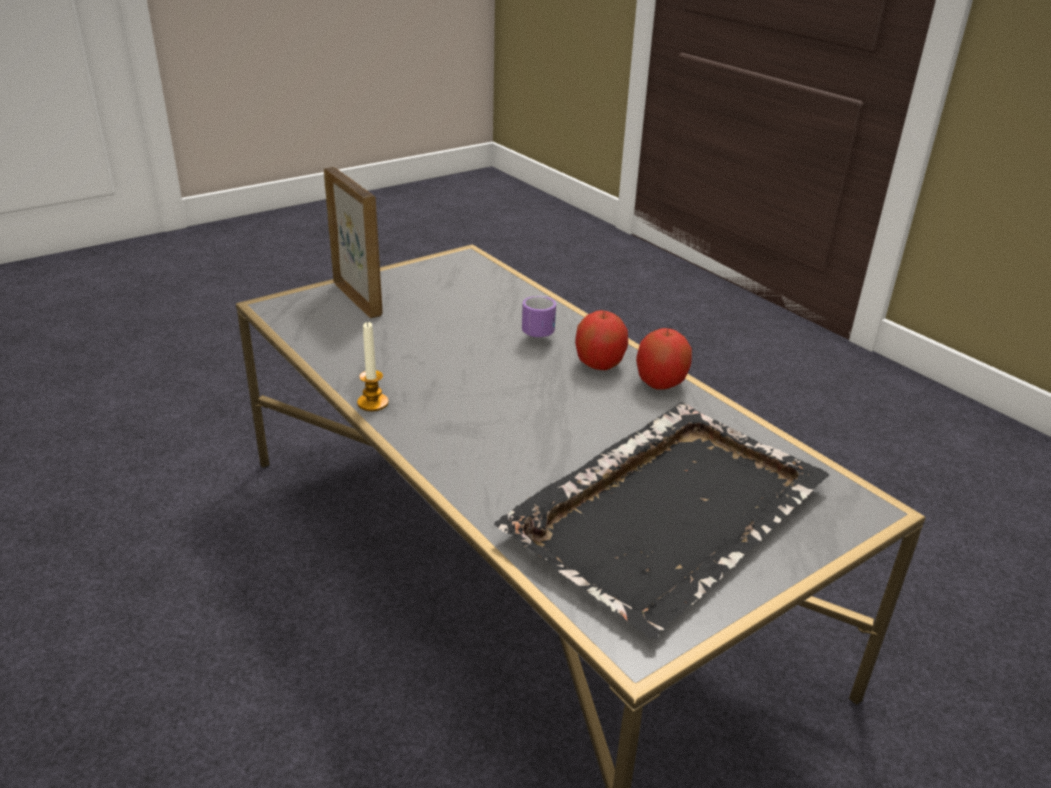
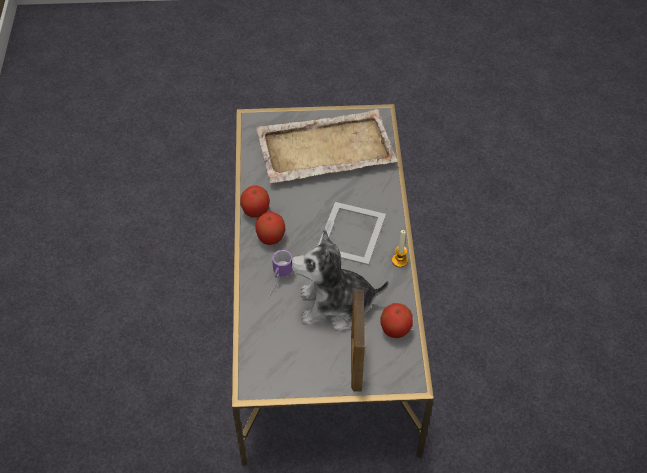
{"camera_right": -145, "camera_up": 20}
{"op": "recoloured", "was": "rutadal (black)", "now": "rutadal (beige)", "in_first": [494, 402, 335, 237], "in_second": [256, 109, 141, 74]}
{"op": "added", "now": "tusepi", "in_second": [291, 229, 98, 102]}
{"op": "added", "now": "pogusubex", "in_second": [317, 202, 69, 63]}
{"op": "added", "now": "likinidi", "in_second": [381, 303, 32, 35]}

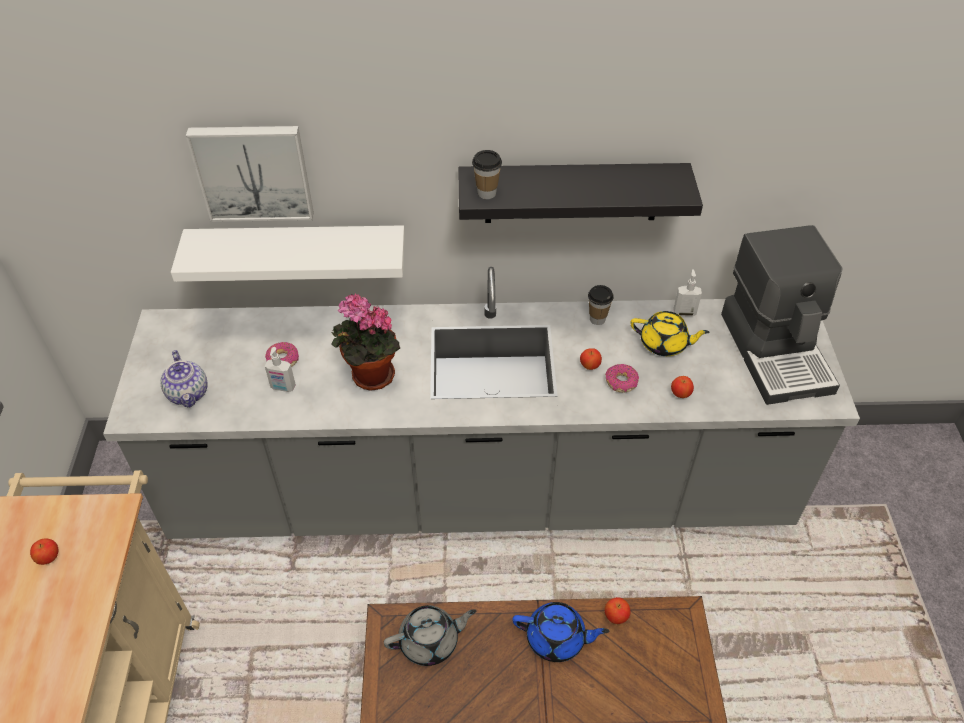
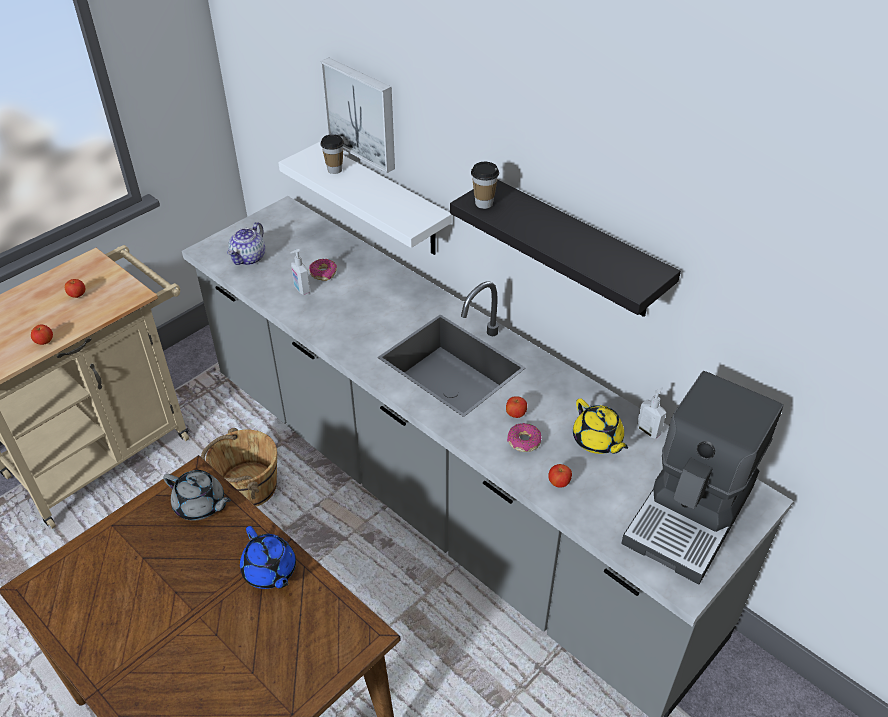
{"camera_right": 45, "camera_up": -5}
{"op": "moved", "was": "likinidi", "in_first": [605, 597, 26, 27], "in_second": [31, 325, 22, 20]}
{"op": "added", "now": "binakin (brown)", "in_second": [201, 428, 76, 79]}
{"op": "moved", "was": "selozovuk", "in_first": [588, 285, 26, 40], "in_second": [321, 134, 23, 40]}
{"op": "removed", "was": "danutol", "in_first": [332, 293, 68, 98]}

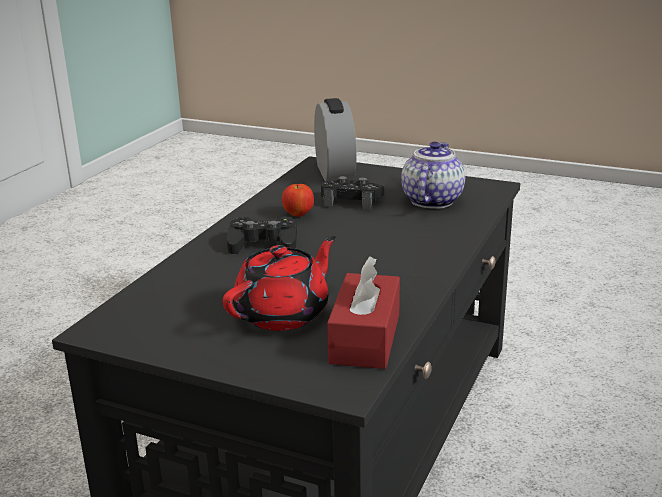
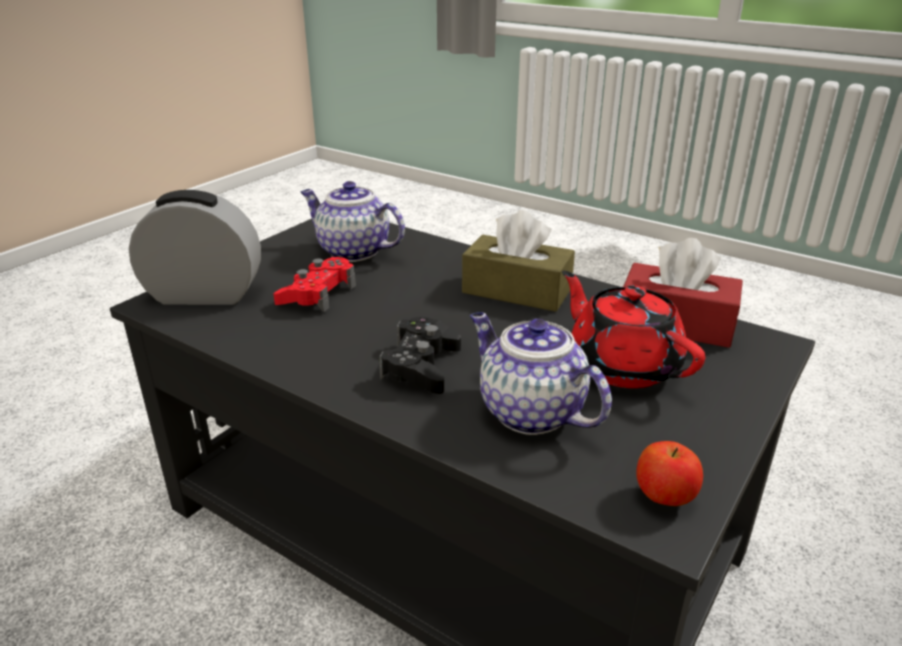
{"camera_right": -80, "camera_up": 5}
{"op": "recoloured", "was": "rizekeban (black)", "now": "rizekeban (red)", "in_first": [321, 176, 63, 34], "in_second": [273, 257, 83, 55]}
{"op": "added", "now": "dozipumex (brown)", "in_second": [462, 210, 113, 102]}
{"op": "added", "now": "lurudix", "in_second": [470, 312, 142, 123]}
{"op": "moved", "was": "likinidi", "in_first": [282, 184, 32, 33], "in_second": [636, 441, 67, 65]}

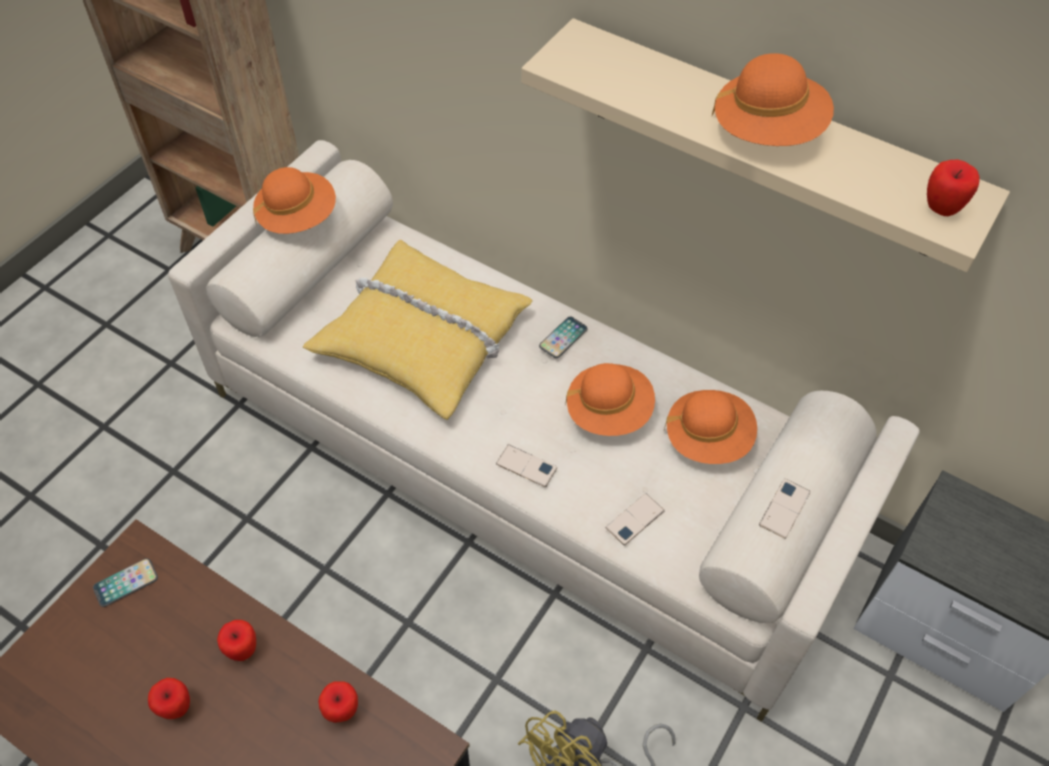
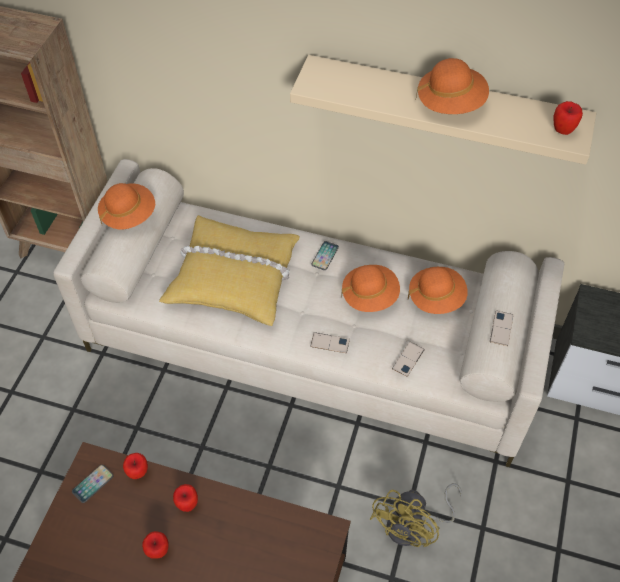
{"camera_right": -15, "camera_up": 0}
{"op": "moved", "was": "likinidi", "in_first": [318, 681, 40, 42], "in_second": [123, 453, 25, 26]}

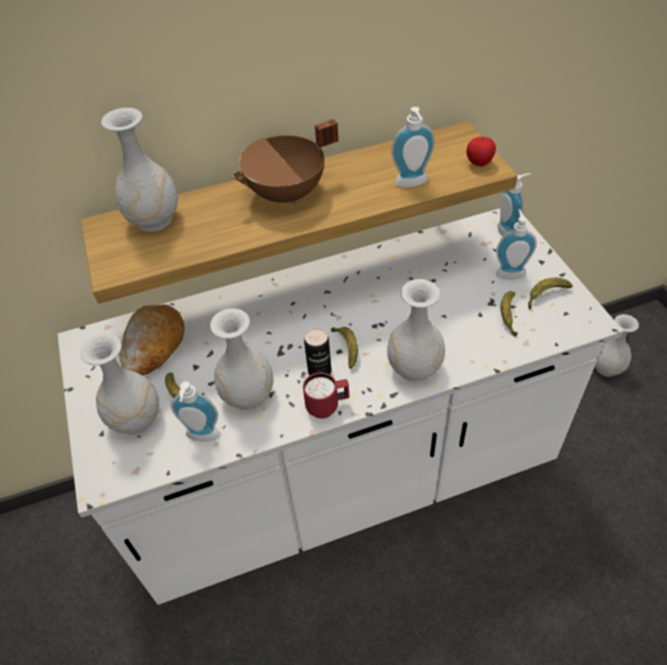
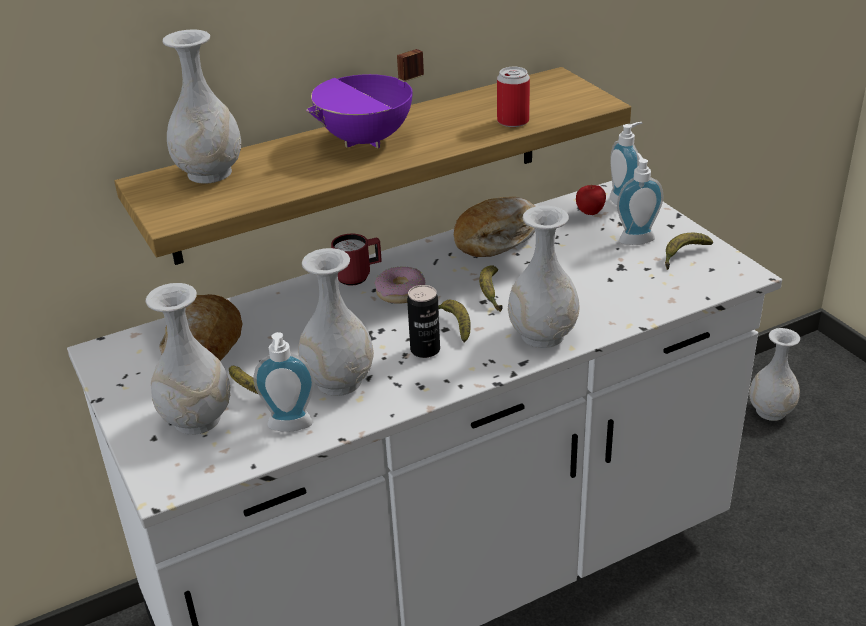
{"camera_right": -10, "camera_up": -15}
{"op": "recoloured", "was": "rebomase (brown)", "now": "rebomase (purple)", "in_first": [231, 119, 107, 86], "in_second": [306, 49, 118, 99]}
{"op": "moved", "was": "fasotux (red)", "in_first": [303, 372, 46, 46], "in_second": [331, 234, 51, 52]}
{"op": "added", "now": "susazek", "in_second": [375, 267, 50, 37]}
{"op": "added", "now": "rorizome", "in_second": [454, 197, 83, 60]}
{"op": "moved", "was": "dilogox", "in_first": [500, 291, 18, 46], "in_second": [479, 265, 23, 47]}
{"op": "replaced", "was": "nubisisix", "now": "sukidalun", "in_first": [391, 107, 44, 81], "in_second": [497, 67, 33, 60]}
{"op": "moved", "was": "likinidi", "in_first": [467, 137, 29, 29], "in_second": [576, 185, 30, 30]}

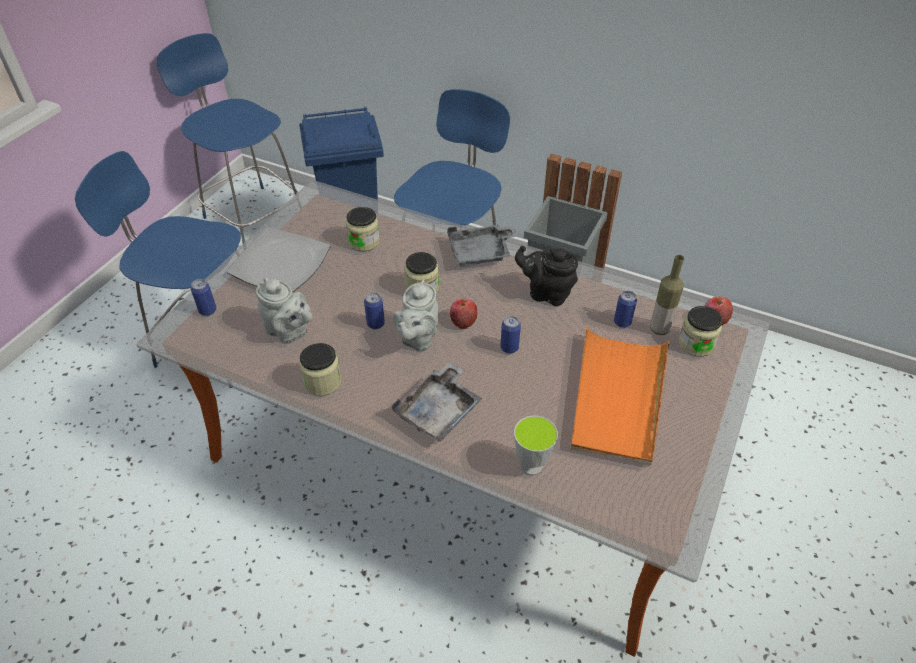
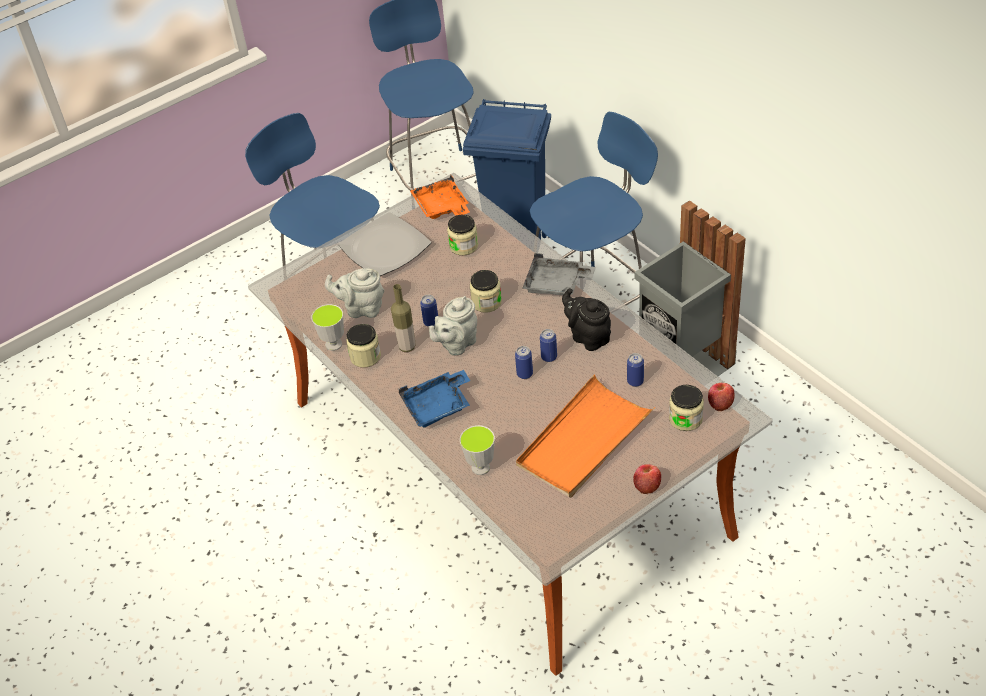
{"camera_right": 30, "camera_up": 0}
{"op": "added", "now": "selozovuk", "in_second": [311, 304, 33, 47]}
{"op": "turned", "was": "lurudix (grey)", "in_first": [256, 278, 56, 65], "in_second": [325, 268, 59, 50], "clockwise": 120}
{"op": "moved", "was": "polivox", "in_first": [650, 255, 34, 80], "in_second": [391, 284, 25, 68]}
{"op": "recoloured", "was": "rutadal (grey)", "now": "rutadal (blue)", "in_first": [392, 362, 90, 80], "in_second": [399, 370, 72, 58]}
{"op": "added", "now": "rutadal (orange)", "in_second": [410, 174, 60, 45]}
{"op": "moved", "was": "sukidalun", "in_first": [191, 279, 25, 37], "in_second": [540, 329, 17, 33]}
{"op": "moved", "was": "likinidi", "in_first": [450, 299, 27, 30], "in_second": [633, 464, 28, 30]}

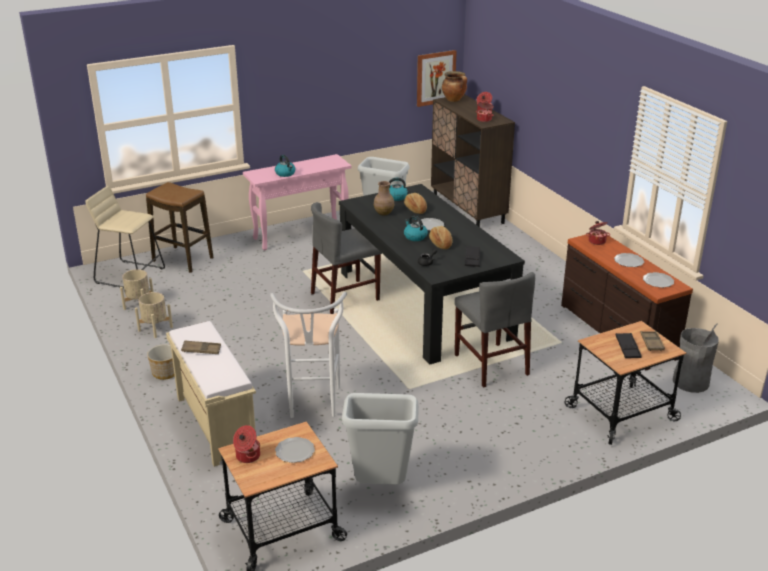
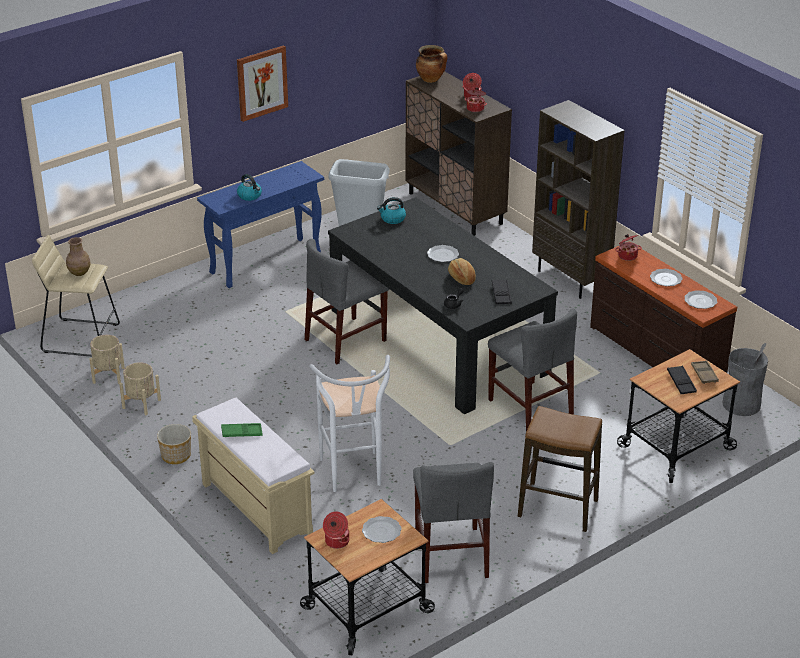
{"camera_right": -10, "camera_up": 5}
{"op": "moved", "was": "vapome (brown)", "in_first": [374, 181, 20, 35], "in_second": [66, 237, 25, 39]}
{"op": "recoloured", "was": "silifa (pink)", "now": "silifa (blue)", "in_first": [243, 154, 109, 97], "in_second": [197, 161, 127, 127]}
{"op": "recoloured", "was": "rutadal (brown)", "now": "rutadal (green)", "in_first": [181, 340, 40, 14], "in_second": [221, 423, 42, 14]}
{"op": "moved", "was": "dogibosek", "in_first": [417, 50, 40, 57], "in_second": [237, 45, 51, 77]}
{"op": "replaced", "was": "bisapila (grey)", "now": "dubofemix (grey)", "in_first": [342, 393, 77, 92], "in_second": [413, 462, 81, 121]}
{"op": "moved", "was": "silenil", "in_first": [146, 182, 68, 91], "in_second": [518, 406, 84, 126]}
{"op": "added", "now": "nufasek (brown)", "in_second": [532, 100, 93, 199]}
{"op": "removed", "was": "rorizome", "in_first": [404, 193, 23, 21]}
{"op": "removed", "was": "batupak", "in_first": [404, 216, 24, 25]}

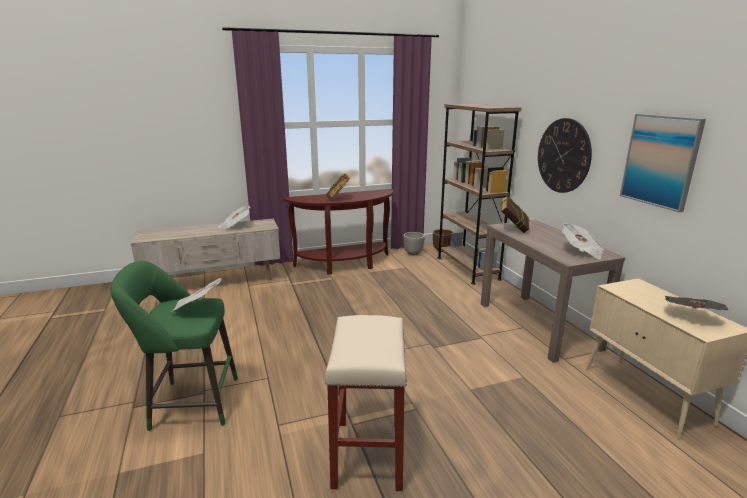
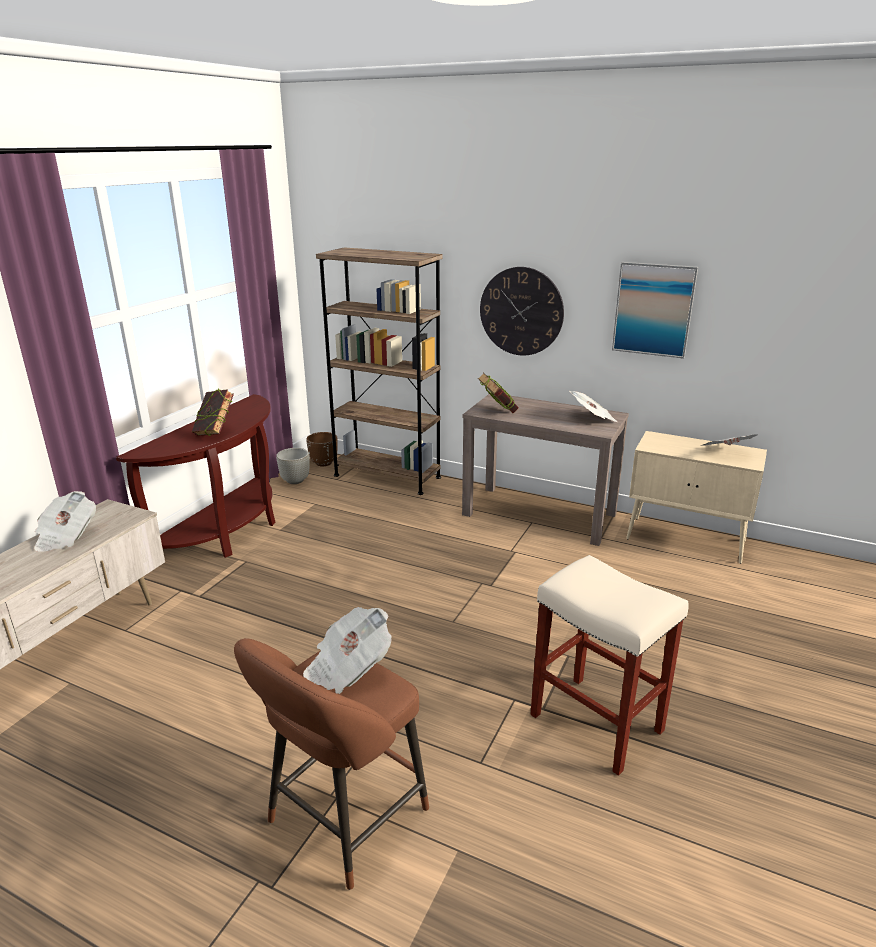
{"camera_right": -45, "camera_up": 5}
{"op": "recoloured", "was": "silenil (green)", "now": "silenil (brown)", "in_first": [111, 261, 127, 170], "in_second": [234, 638, 195, 252]}

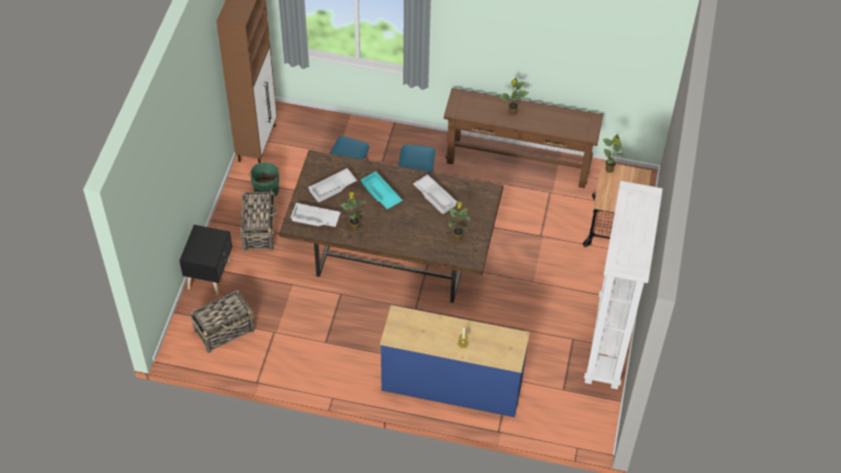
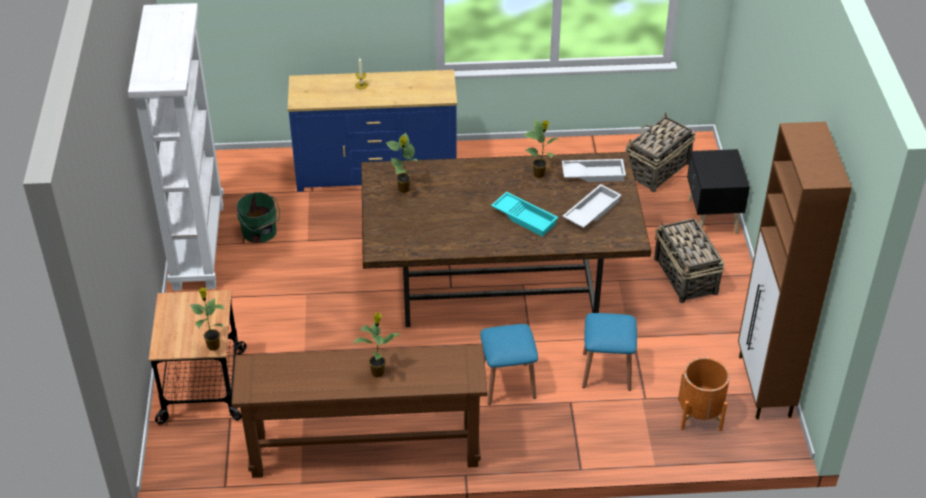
{"camera_right": 165, "camera_up": -10}
{"op": "moved", "was": "binakin (green)", "in_first": [249, 162, 31, 34], "in_second": [237, 192, 43, 51]}
{"op": "added", "now": "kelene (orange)", "in_second": [678, 357, 52, 74]}
{"op": "removed", "was": "rutadal (white)", "in_first": [413, 174, 44, 40]}

